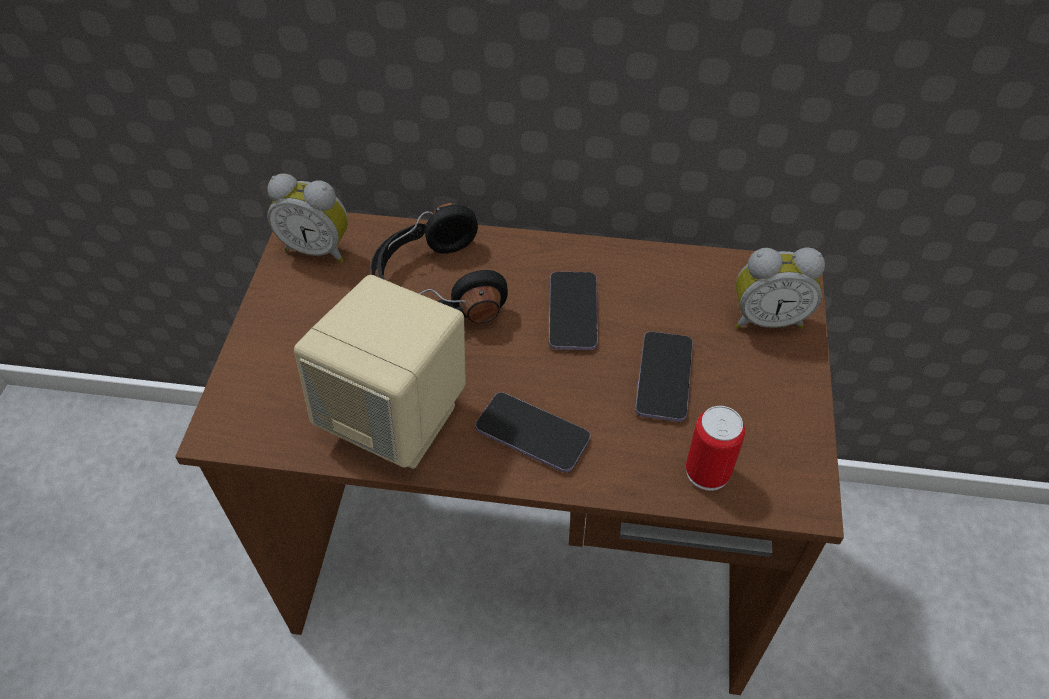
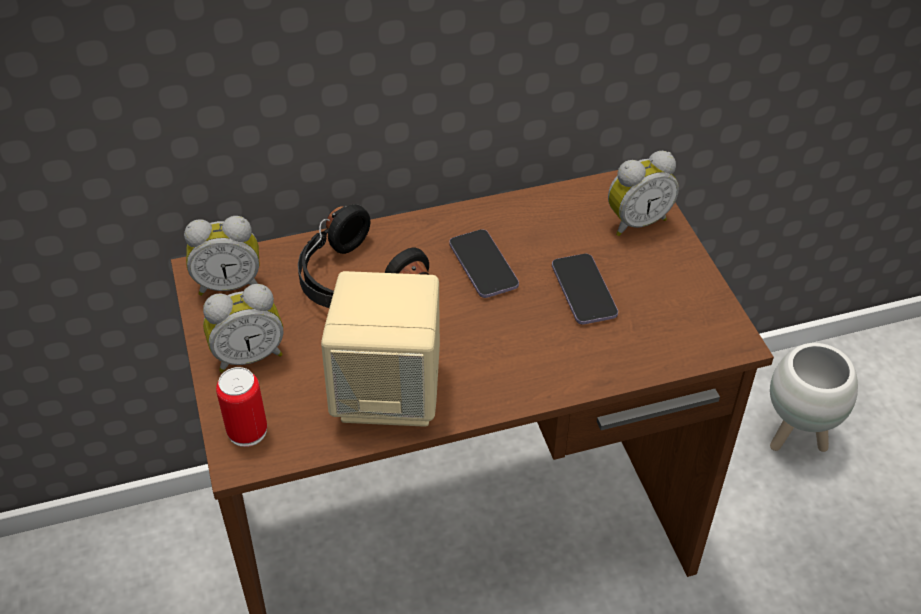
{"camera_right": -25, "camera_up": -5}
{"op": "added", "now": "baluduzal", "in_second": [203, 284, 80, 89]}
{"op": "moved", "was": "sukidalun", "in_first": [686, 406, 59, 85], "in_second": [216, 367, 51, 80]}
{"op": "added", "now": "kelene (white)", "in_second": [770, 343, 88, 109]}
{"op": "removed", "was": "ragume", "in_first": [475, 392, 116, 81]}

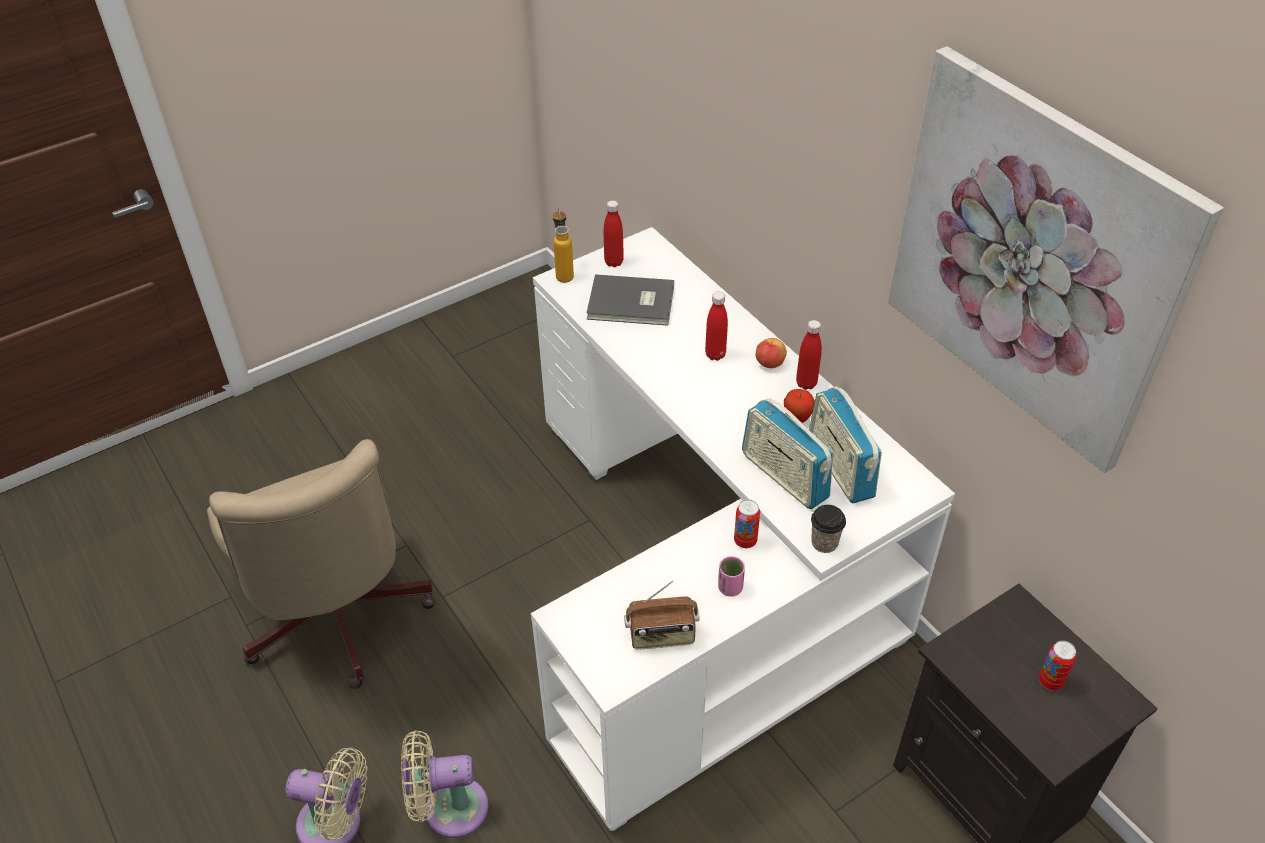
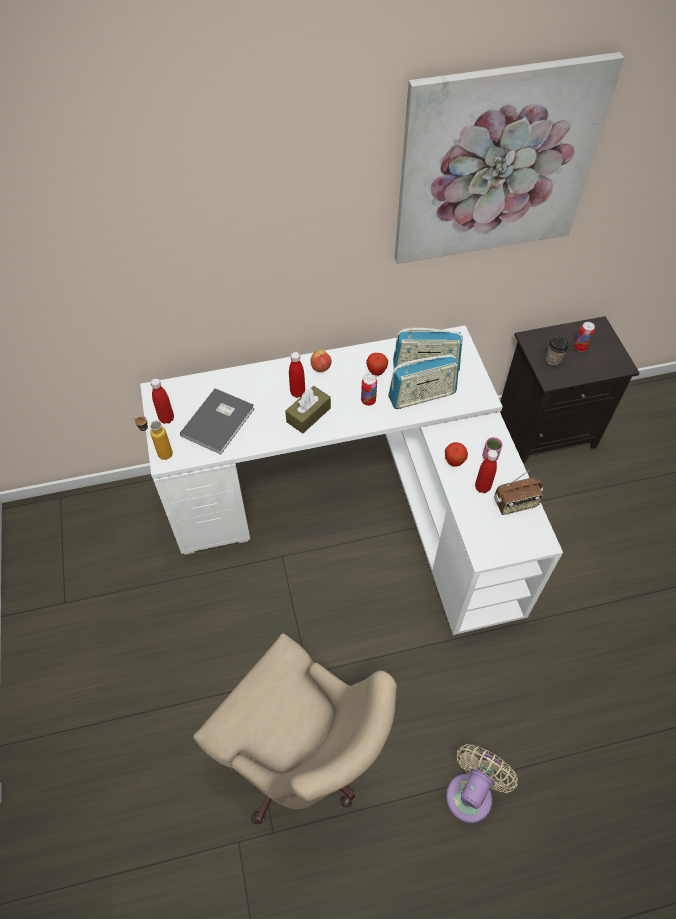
{"camera_right": -70, "camera_up": 10}
{"op": "turned", "was": "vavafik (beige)", "in_first": [207, 439, 229, 250], "in_second": [193, 633, 204, 191], "clockwise": 45}
{"op": "added", "now": "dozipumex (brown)", "in_second": [285, 386, 46, 48]}
{"op": "moved", "was": "sukidalun", "in_first": [734, 499, 26, 49], "in_second": [361, 374, 16, 32]}
{"op": "added", "now": "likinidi", "in_second": [445, 442, 23, 25]}
{"op": "moved", "was": "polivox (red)", "in_first": [796, 320, 26, 70], "in_second": [475, 450, 23, 43]}
{"op": "turned", "was": "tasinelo", "in_first": [624, 581, 75, 69], "in_second": [494, 470, 49, 45], "clockwise": 60}
{"op": "moved", "was": "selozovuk", "in_first": [811, 505, 35, 48], "in_second": [546, 336, 22, 29]}
{"op": "removed", "was": "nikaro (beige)", "in_first": [401, 730, 88, 108]}

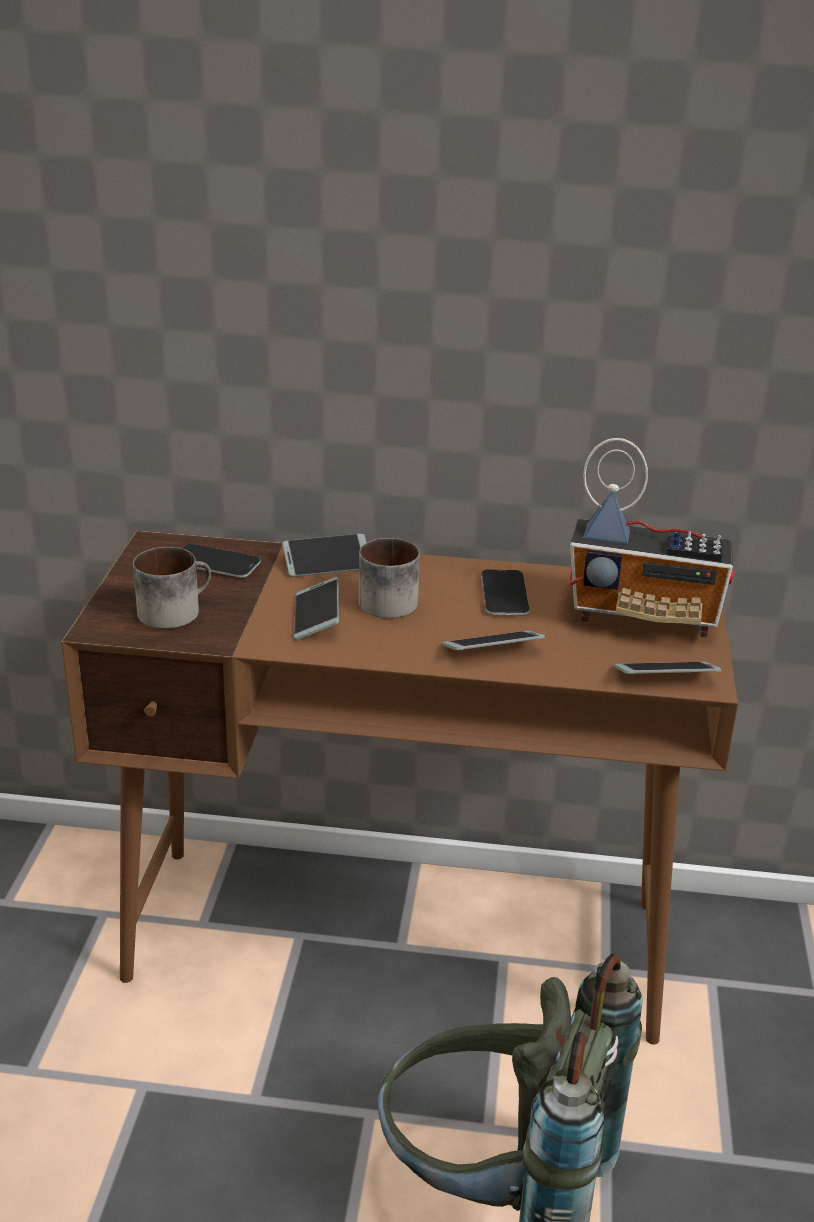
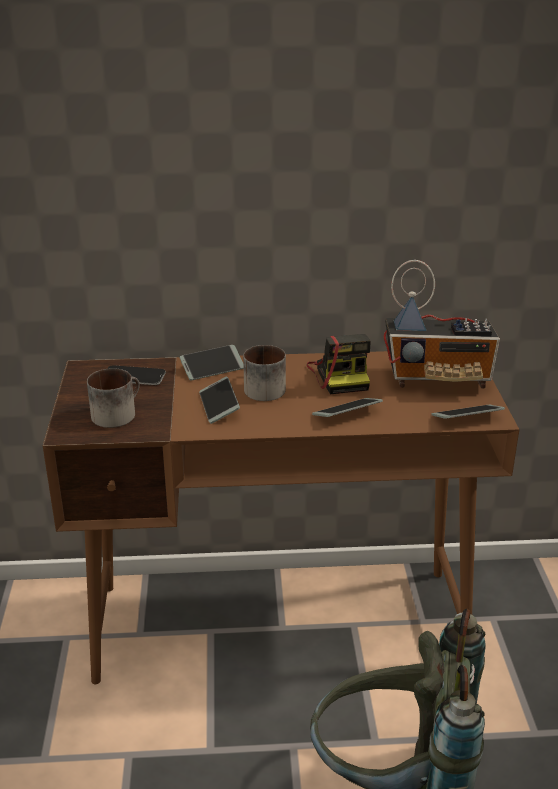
{"camera_right": -10, "camera_up": 0}
{"op": "replaced", "was": "ragume", "now": "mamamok", "in_first": [481, 570, 48, 46], "in_second": [307, 334, 64, 60]}

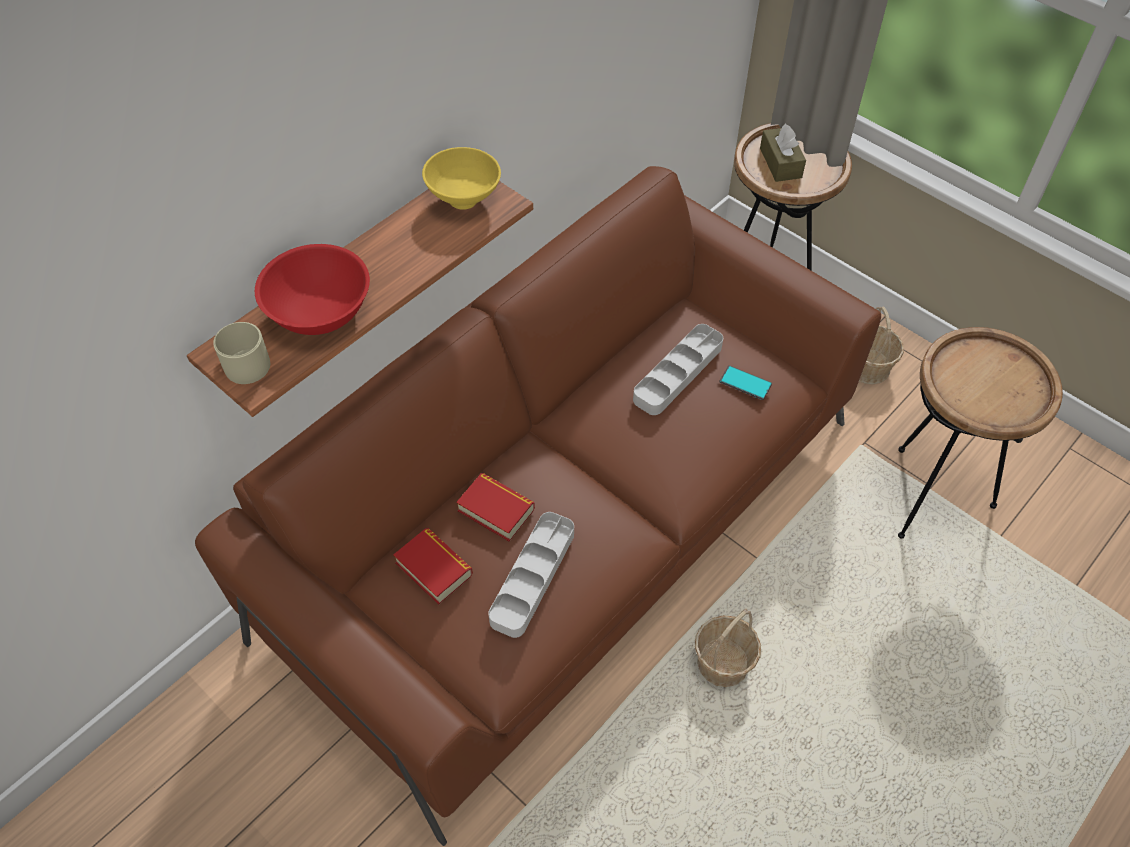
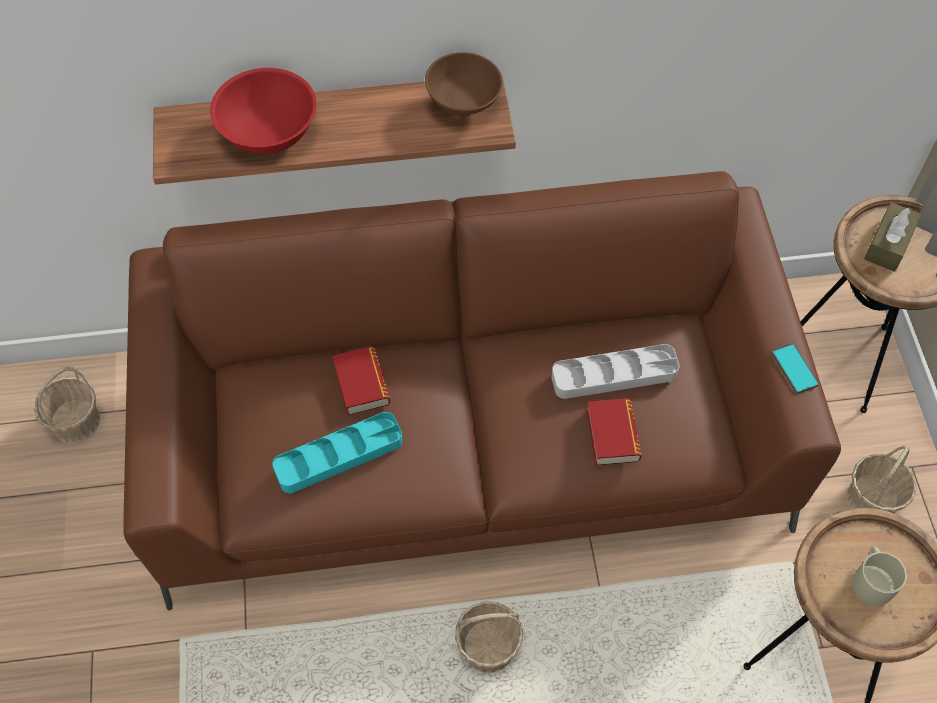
{"camera_right": 40, "camera_up": 5}
{"op": "added", "now": "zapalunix", "in_second": [34, 366, 66, 77]}
{"op": "recoloured", "was": "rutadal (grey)", "now": "rutadal (turquoise)", "in_first": [488, 512, 86, 126], "in_second": [273, 412, 130, 81]}
{"op": "recoloured", "was": "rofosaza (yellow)", "now": "rofosaza (brown)", "in_first": [422, 147, 79, 63], "in_second": [425, 52, 78, 64]}
{"op": "moved", "was": "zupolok", "in_first": [393, 528, 80, 77], "in_second": [586, 398, 56, 68]}
{"op": "moved", "was": "ragume", "in_first": [719, 365, 53, 35], "in_second": [771, 343, 48, 51]}
{"op": "moved", "was": "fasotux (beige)", "in_first": [213, 322, 57, 62], "in_second": [852, 547, 55, 59]}

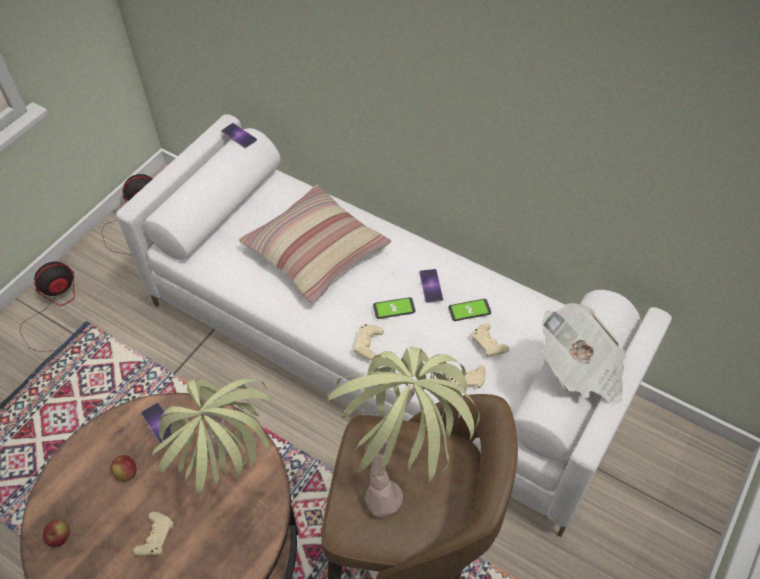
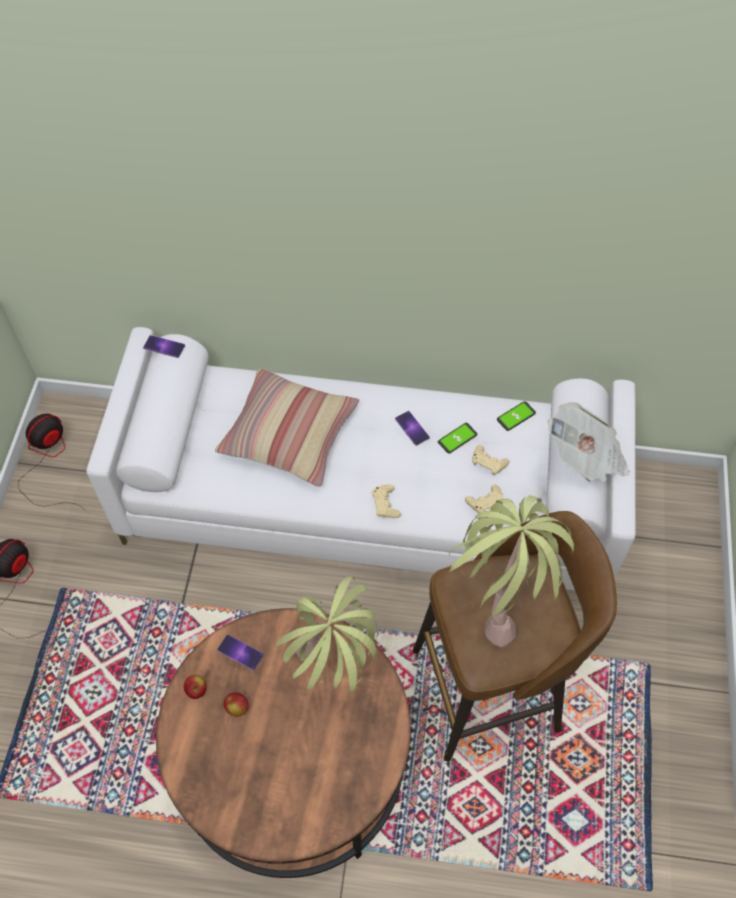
{"camera_right": -25, "camera_up": 5}
{"op": "moved", "was": "likinidi", "in_first": [43, 520, 27, 27], "in_second": [184, 675, 23, 24]}
{"op": "moved", "was": "ragume", "in_first": [373, 297, 42, 22], "in_second": [497, 401, 39, 30]}
{"op": "removed", "was": "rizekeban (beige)", "in_first": [133, 512, 40, 44]}

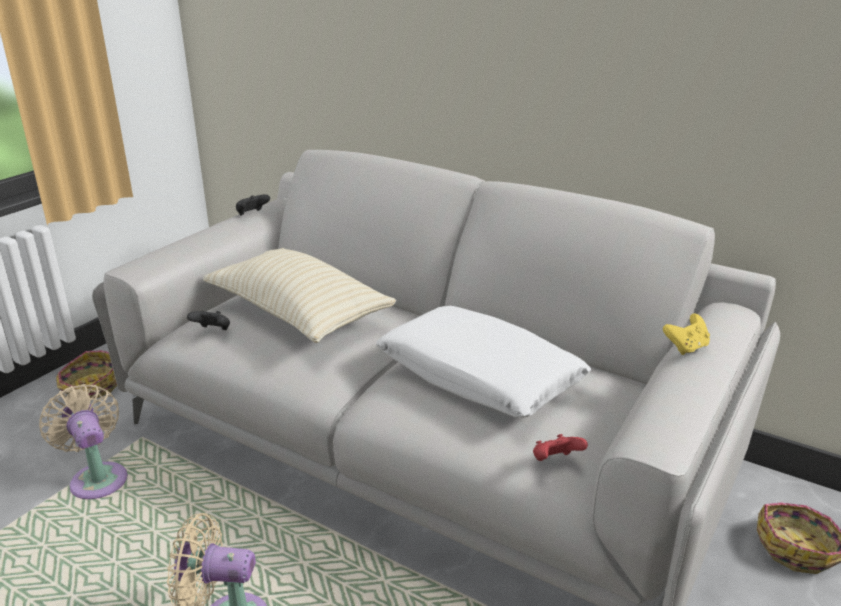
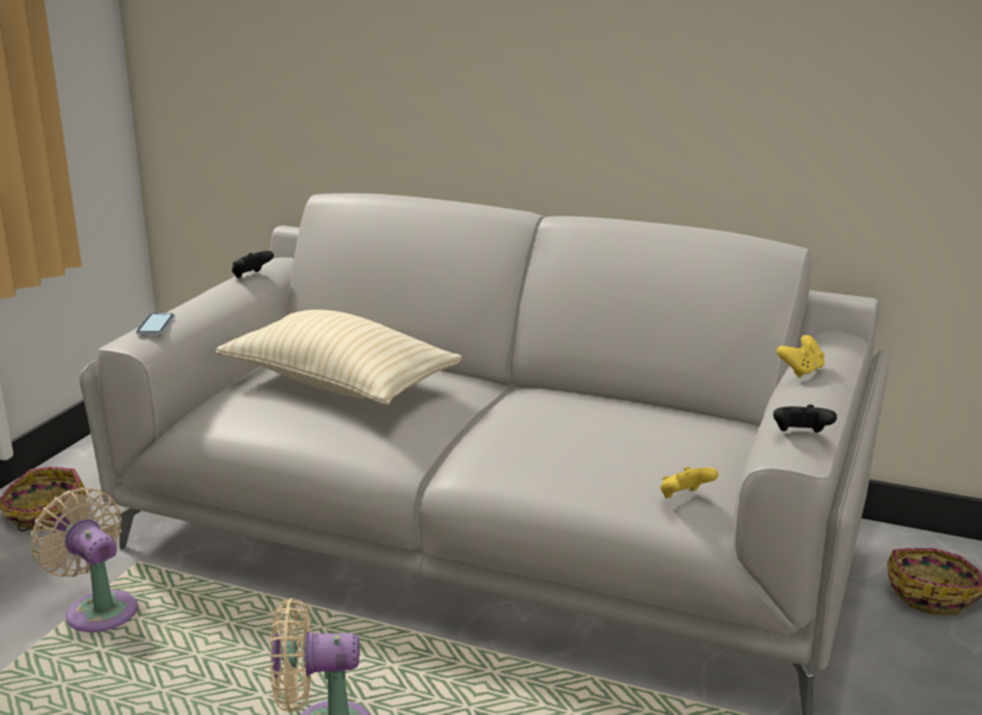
{"camera_right": -10, "camera_up": -5}
{"op": "added", "now": "ragume", "in_second": [136, 313, 39, 22]}
{"op": "recoloured", "was": "rizekeban (red)", "now": "rizekeban (yellow)", "in_first": [533, 434, 55, 27], "in_second": [660, 467, 58, 31]}
{"op": "moved", "was": "rizekeban (black)", "in_first": [187, 311, 43, 19], "in_second": [773, 405, 64, 28]}
{"op": "removed", "was": "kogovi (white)", "in_first": [376, 306, 215, 112]}

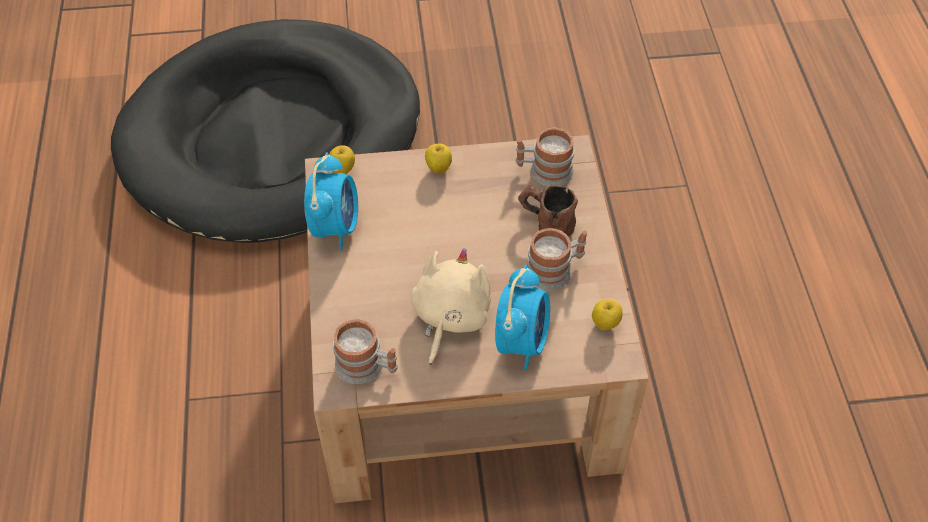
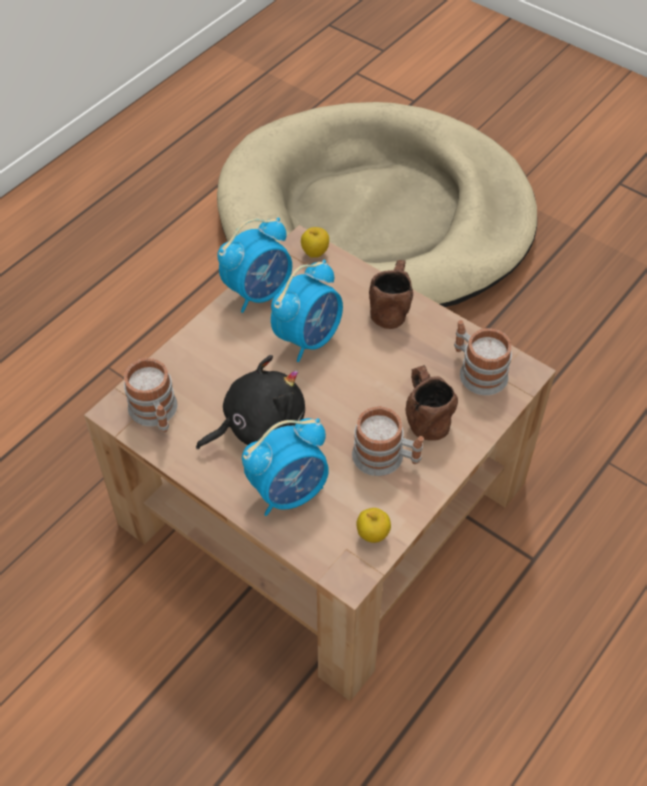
{"camera_right": 45, "camera_up": 0}
{"op": "recoloured", "was": "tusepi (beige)", "now": "tusepi (black)", "in_first": [411, 248, 80, 117], "in_second": [196, 355, 109, 94]}
{"op": "recoloured", "was": "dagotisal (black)", "now": "dagotisal (beige)", "in_first": [111, 19, 309, 224], "in_second": [217, 102, 320, 205]}
{"op": "added", "now": "baluduzal", "in_second": [271, 260, 72, 102]}
{"op": "replaced", "was": "likinidi", "now": "fasotux (brown)", "in_first": [425, 144, 27, 30], "in_second": [369, 260, 44, 69]}

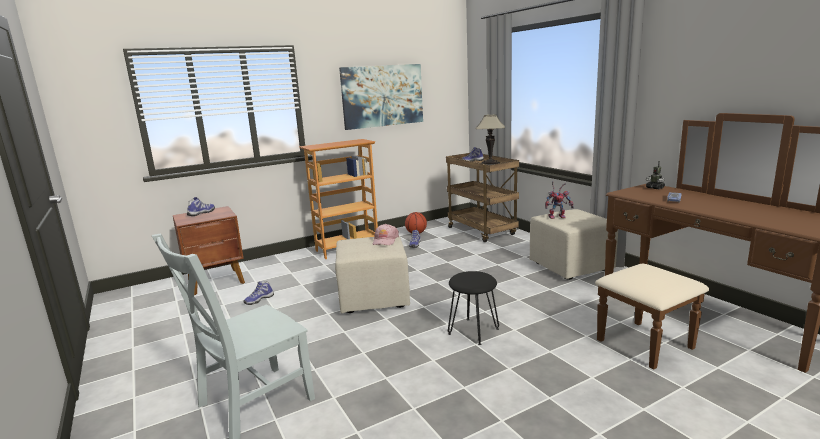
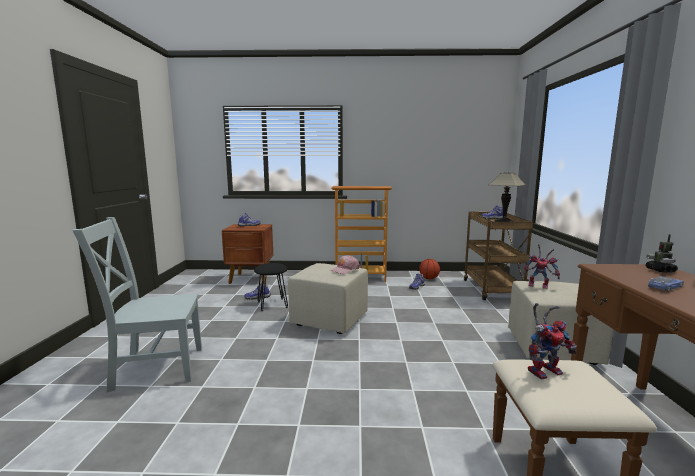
{"camera_right": 30, "camera_up": -5}
{"op": "moved", "was": "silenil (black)", "in_first": [448, 271, 51, 74], "in_second": [254, 263, 34, 48]}
{"op": "added", "now": "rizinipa", "in_second": [528, 303, 49, 77]}
{"op": "removed", "was": "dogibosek", "in_first": [339, 64, 84, 66]}

